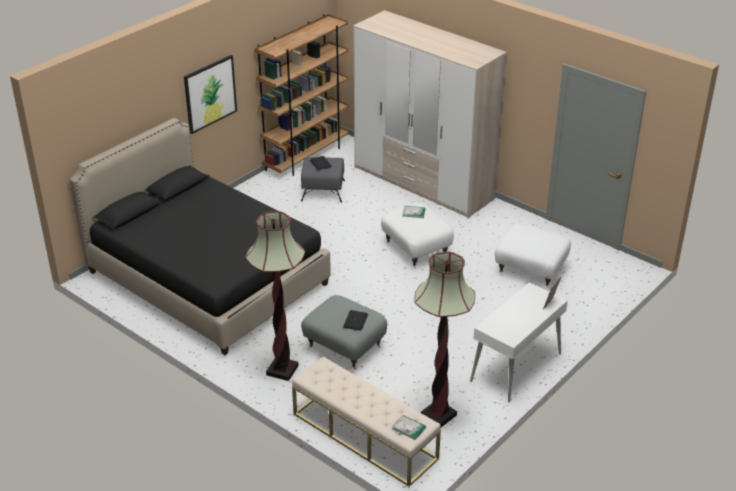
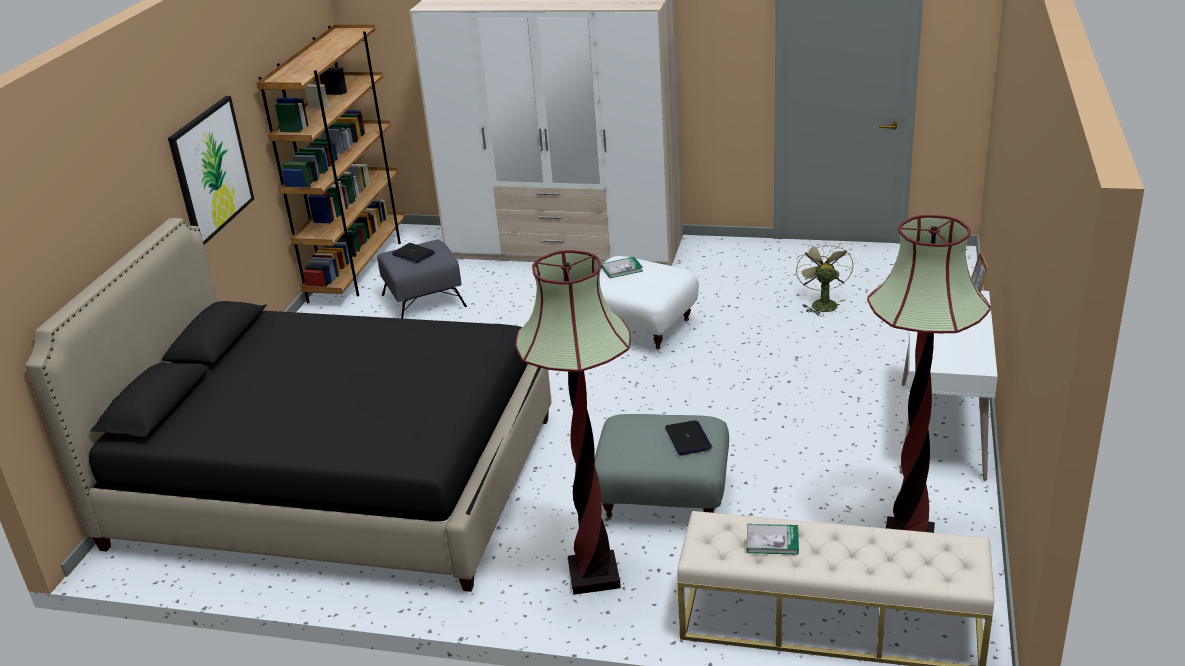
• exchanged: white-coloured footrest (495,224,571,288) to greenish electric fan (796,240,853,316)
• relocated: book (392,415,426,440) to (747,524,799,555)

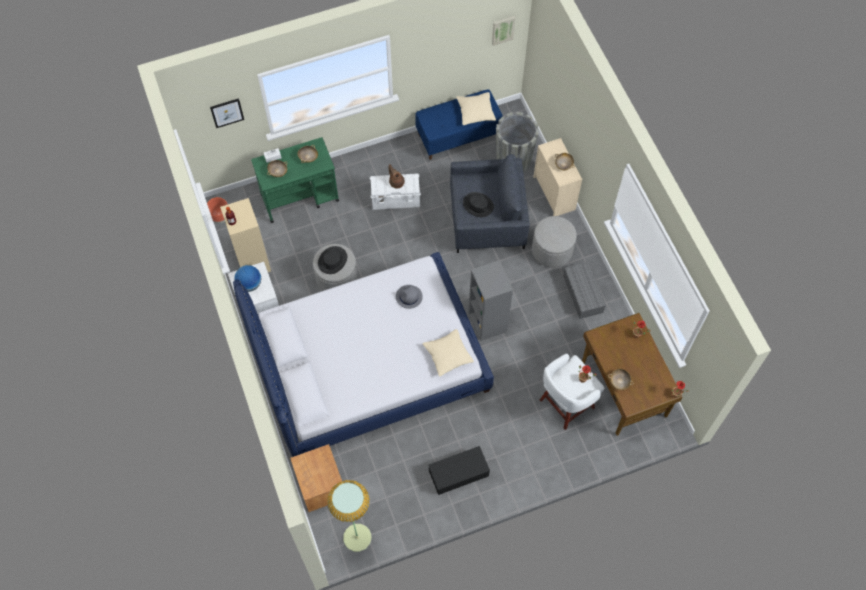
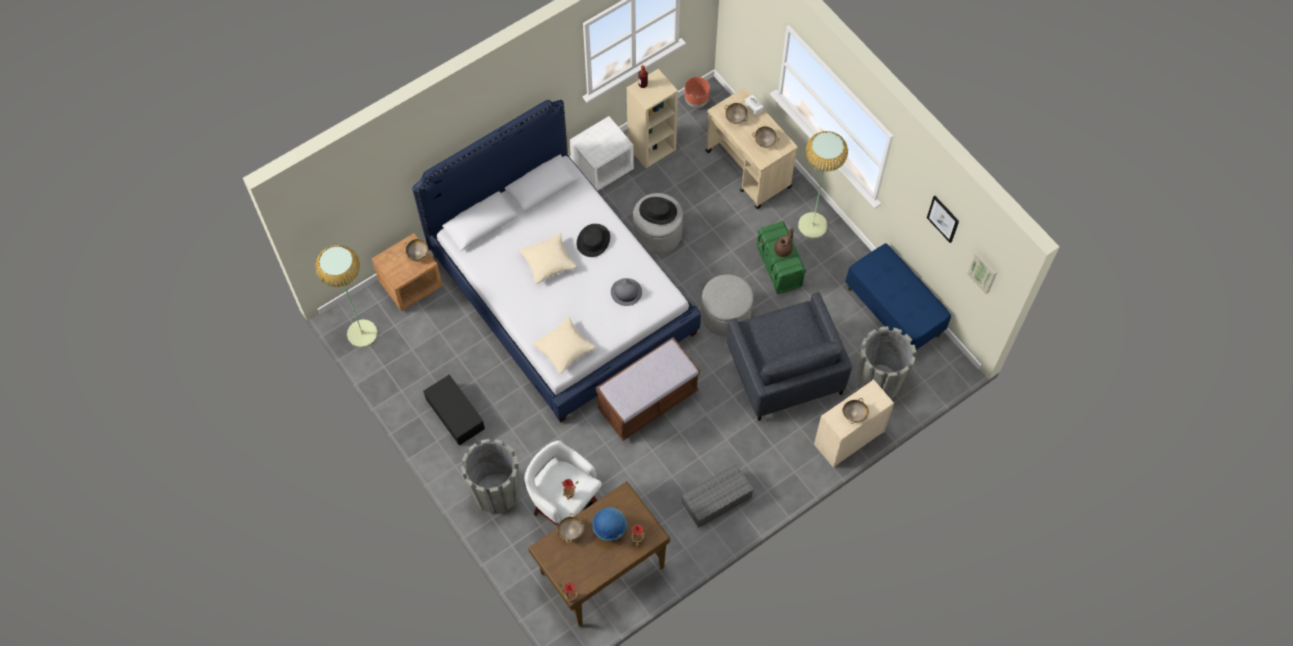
• relocated: sand-coloured throw pillow (456,92,496,125) to (519,233,577,284)
• relocated: wall art (210,98,244,128) to (927,196,959,243)
• colour: greenish trolley (251,137,339,223) to sand-coloured trolley (705,88,798,209)
• colour: white-coloured storage bin (370,173,421,210) to greenish storage bin (757,221,807,294)
• relocated: black-coloured clothing hat (463,192,494,217) to (577,224,610,257)
• relocated: grey footrest (532,216,577,268) to (701,274,753,336)
• exchanged: grey bookcase (468,260,513,341) to brownish long seat (596,337,700,441)
• relocated: desk globe (234,265,261,292) to (592,507,627,542)
• appeared: standing lamp (798,131,848,238)
• appeared: sand-coloured deep dish (405,239,429,261)
• appeared: grey flower pot (461,439,519,514)

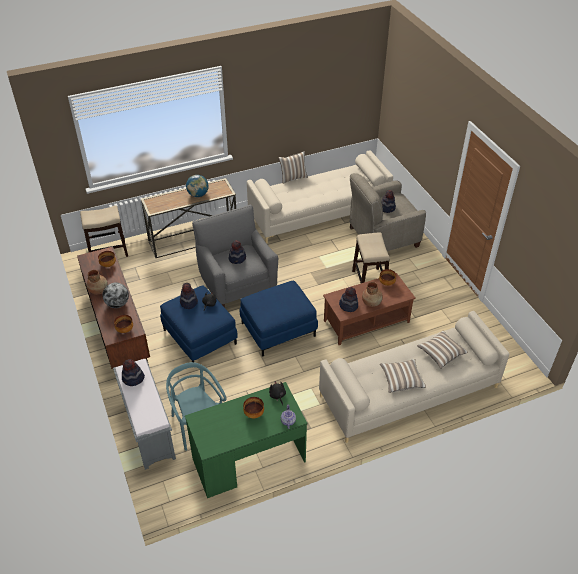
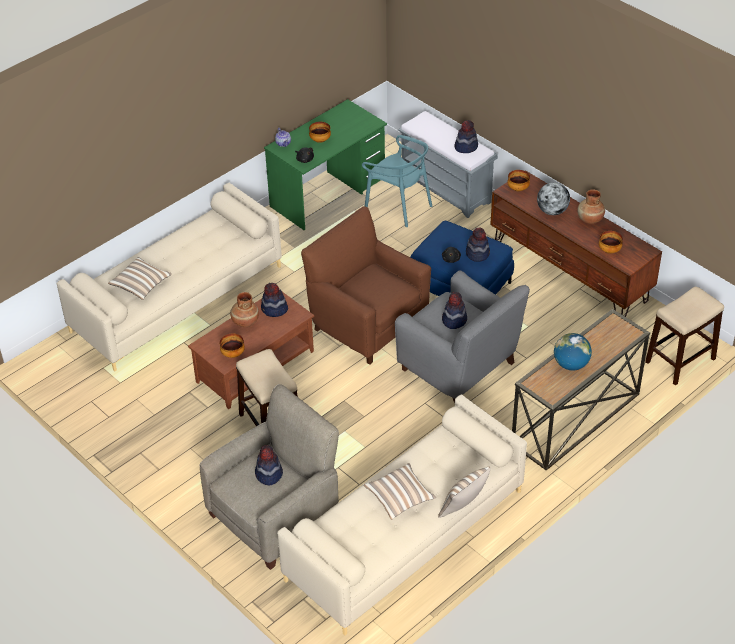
• exchanged: blue footrest (240,280,318,357) to brownish armchair (301,206,431,365)
• relocated: throw pillow (380,359,426,393) to (364,463,436,520)

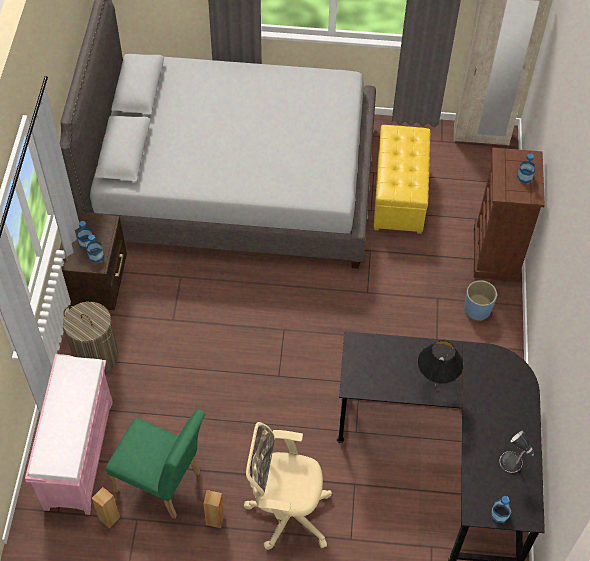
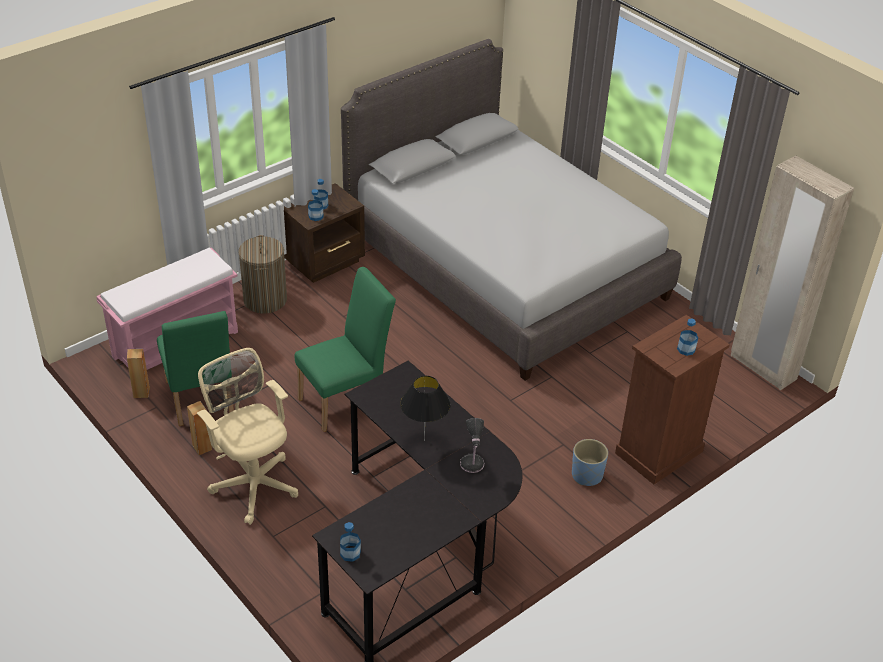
• missing: yellowish footrest (374,125,430,234)
• relocated: lamp for a table (499,431,534,473) to (460,418,484,473)
• appeared: greenish upright chair (295,267,396,432)

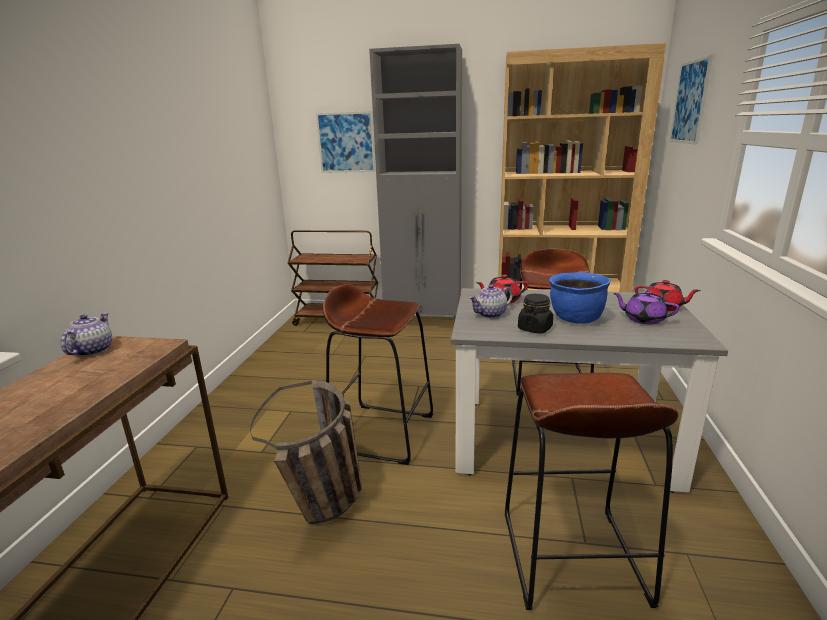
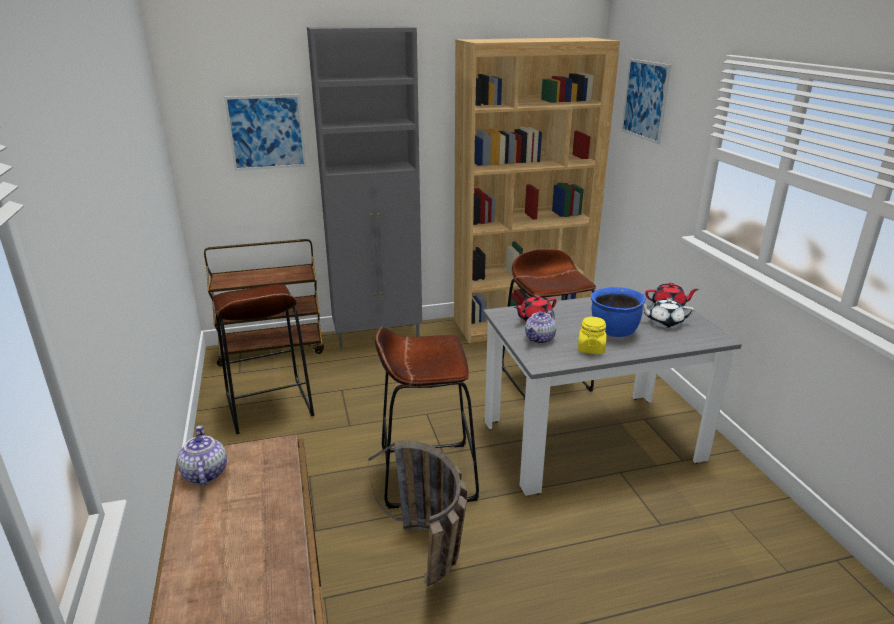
• colour: purplish pot for tea (613,291,680,324) to white-coloured pot for tea (643,298,694,328)
• colour: black-coloured storage jar (518,294,553,334) to yellowish storage jar (578,317,606,354)
• relocated: brownish sitting stool (505,373,678,610) to (213,284,314,434)

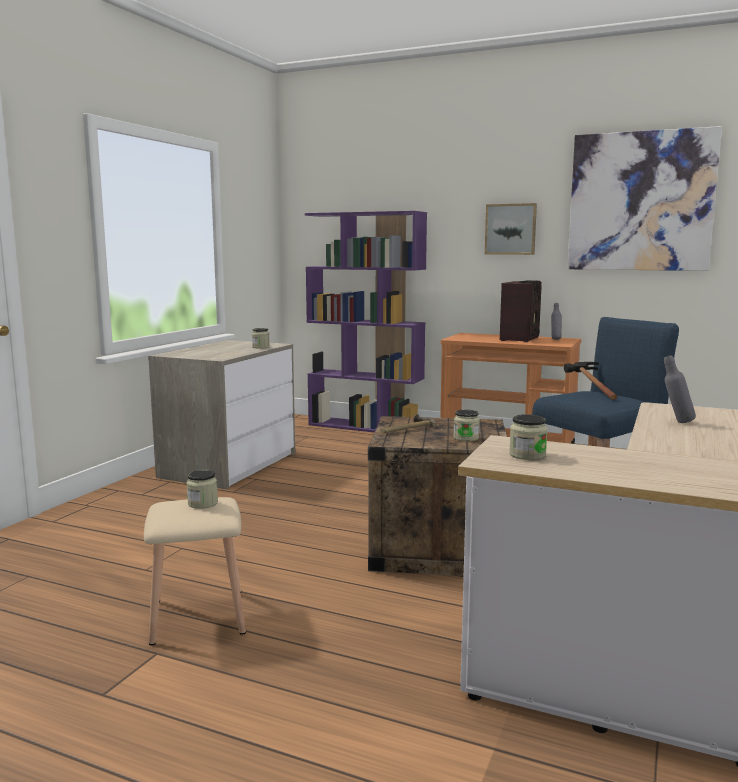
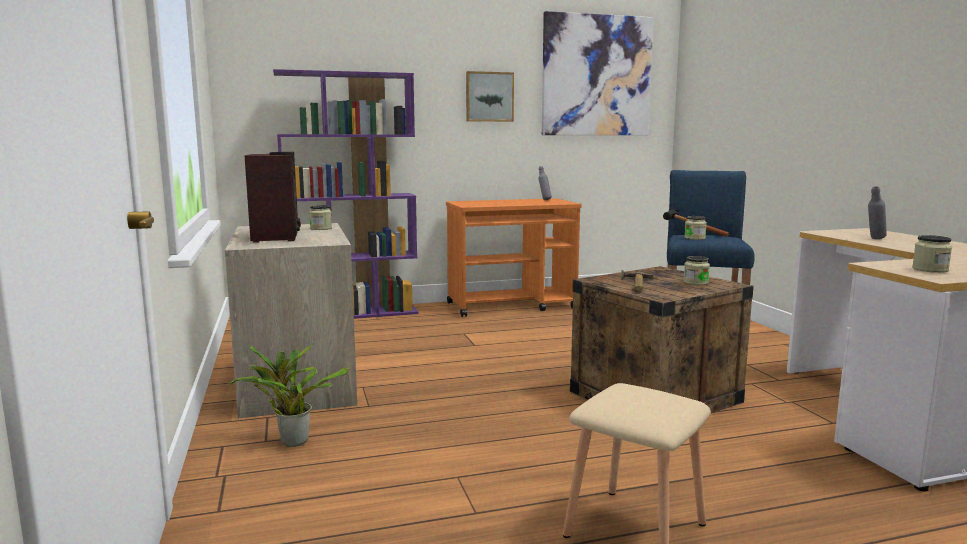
• relocated: radio receiver (500,280,542,342) to (245,152,301,243)
• relocated: storage jar (187,470,218,509) to (684,216,707,240)
• appeared: houseplant (229,344,349,447)

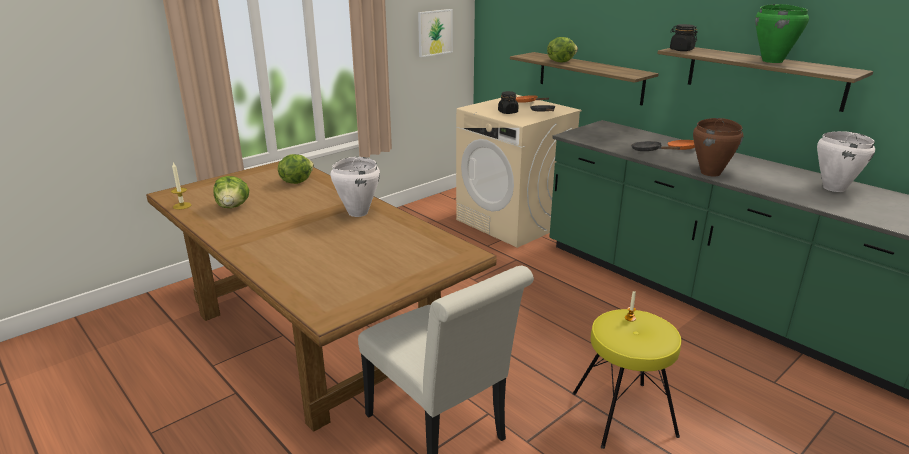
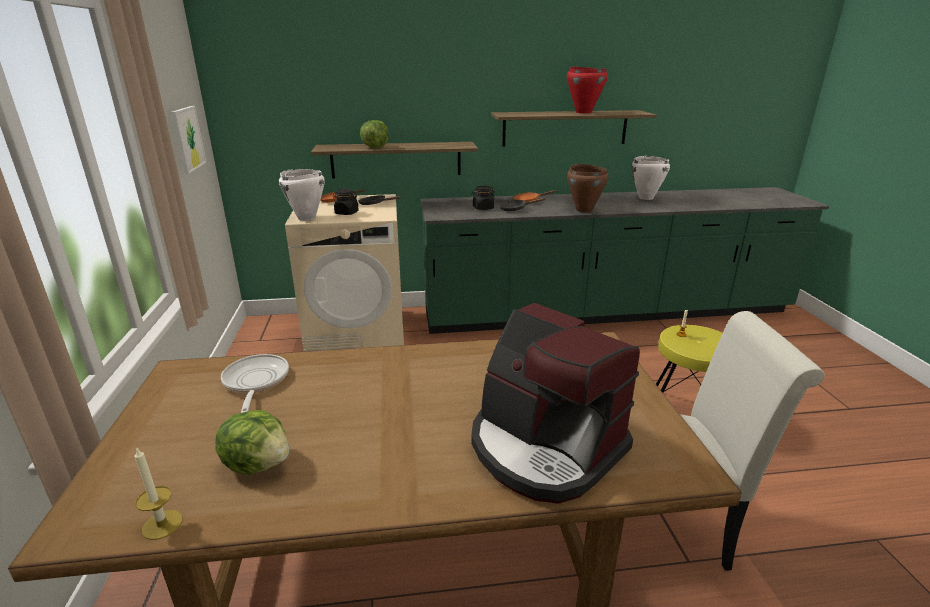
• colour: greenish cooking pot (755,4,809,63) to reddish cooking pot (567,66,608,114)
• relocated: black-coloured storage jar (670,24,698,51) to (471,186,495,210)
• exchanged: head of lettuce (278,154,314,184) to skillet (221,354,289,413)
• relocated: white-coloured cooking pot (331,157,380,217) to (279,169,325,221)
• appeared: coffee maker (471,303,640,504)

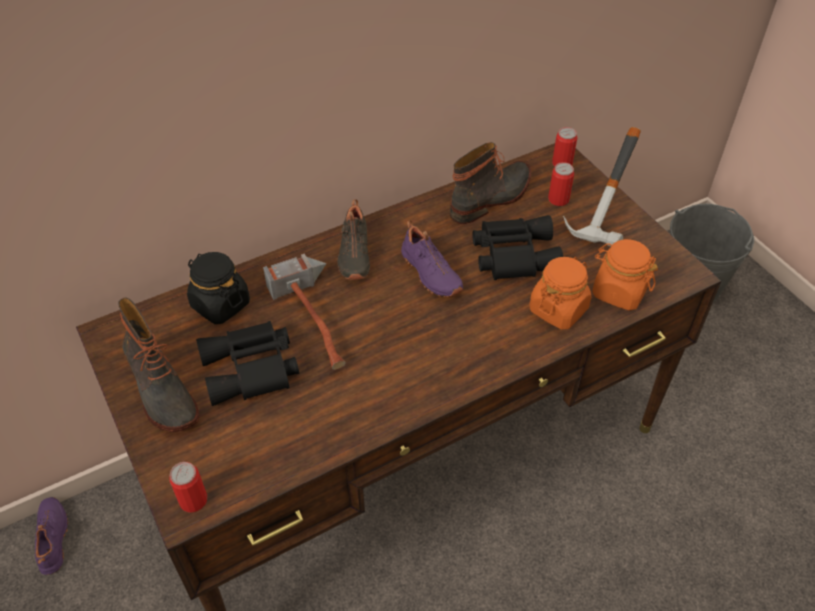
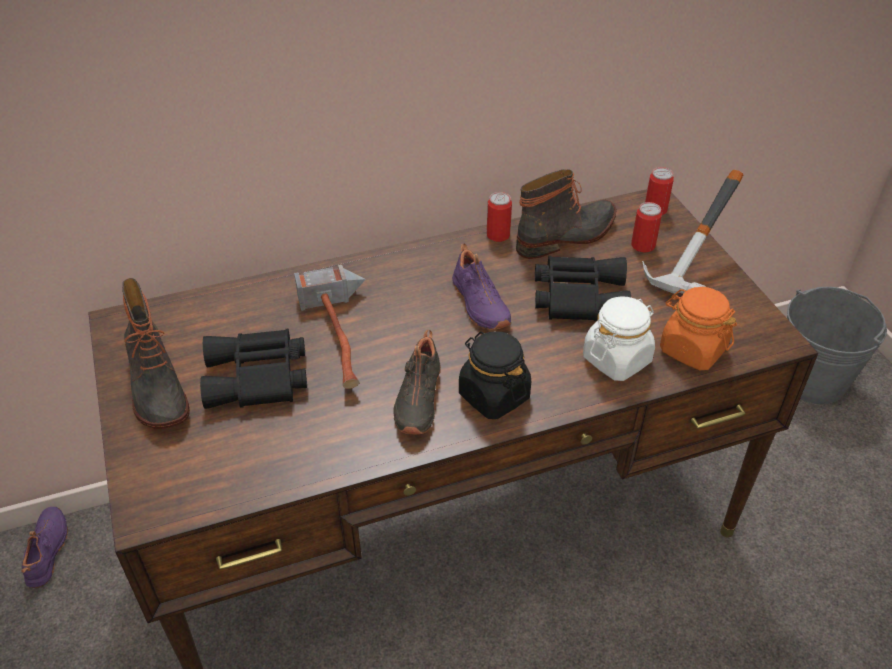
• relocated: black-coloured low shoe (337,199,370,280) to (394,330,441,435)
• relocated: black-coloured storage jar (187,252,250,324) to (459,331,531,419)
• colour: orange storage jar (529,257,591,329) to white-coloured storage jar (583,296,655,381)
• relocated: sealed can (169,462,207,513) to (487,192,512,242)

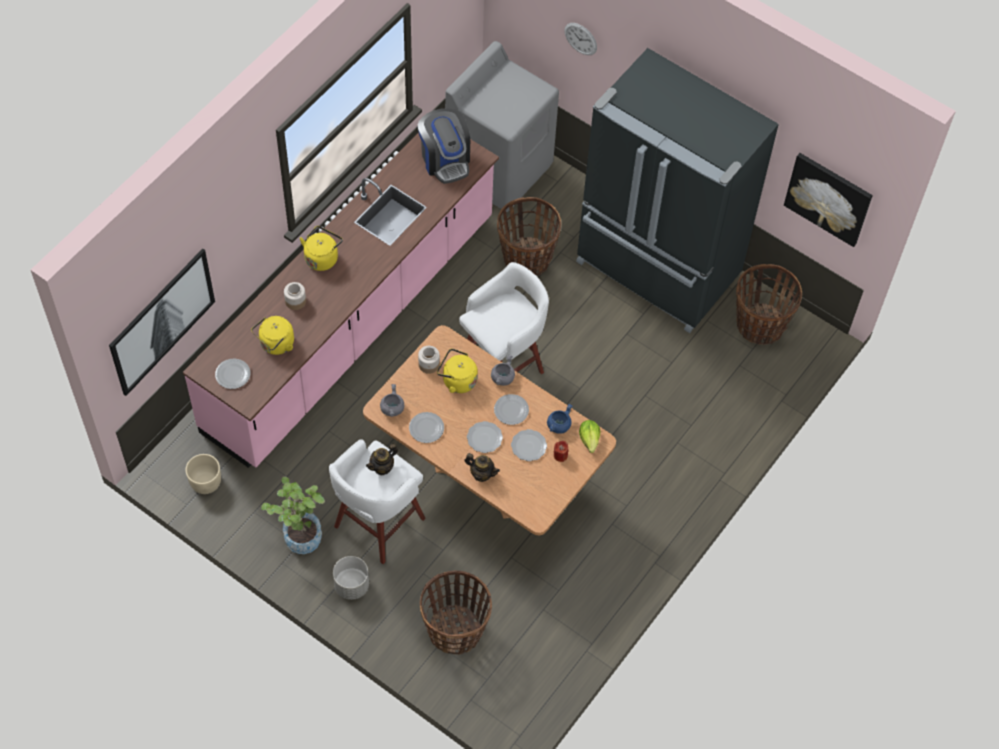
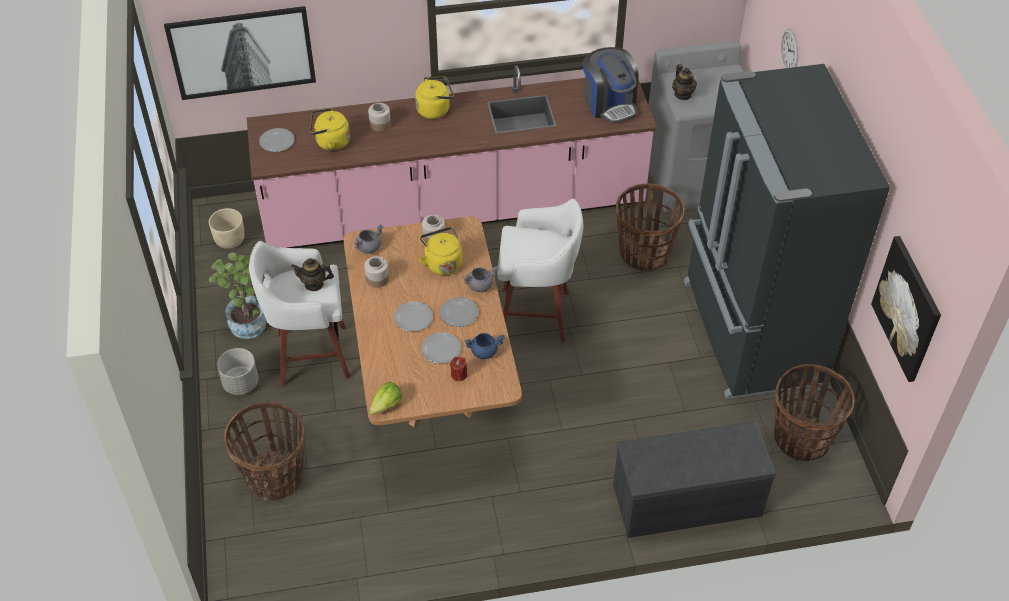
• spun: coffee maker (418,109,470,184) = (583,47,639,124) 45 degrees counterclockwise
• exchanged: flat dish (409,412,444,443) to storage jar (364,256,389,288)
• relocated: head of lettuce (579,420,600,453) to (369,382,402,415)
• relocated: pot for tea (464,453,500,482) to (672,64,697,100)
• appeared: grey long seat (613,421,776,538)

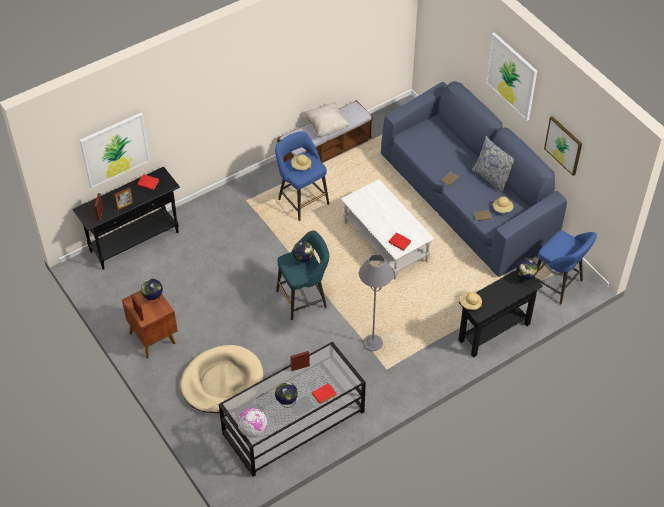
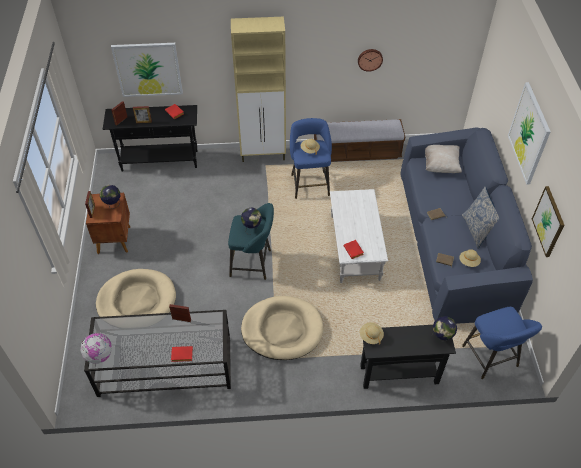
• relocated: sand-coloured throw pillow (303,102,350,137) to (425,145,462,173)
• exchanged: grey standing lamp (359,254,394,351) to sand-coloured pet bed (241,296,324,360)
• missing: desk globe (275,382,298,408)
• appeared: sand-coloured cabinet (231,17,286,162)
• appeared: wall clock (358,49,383,72)

